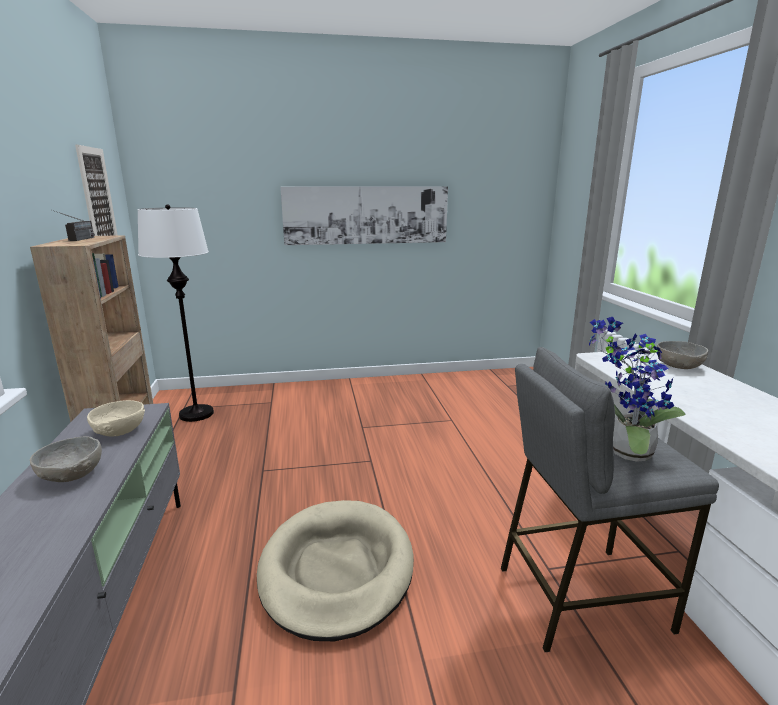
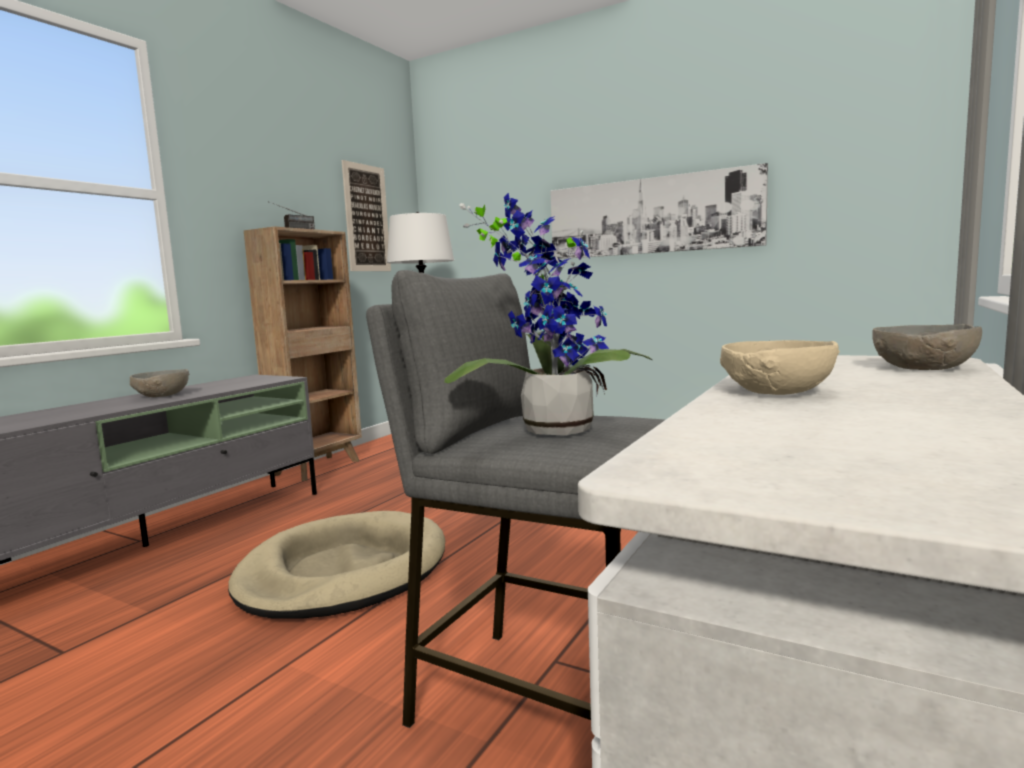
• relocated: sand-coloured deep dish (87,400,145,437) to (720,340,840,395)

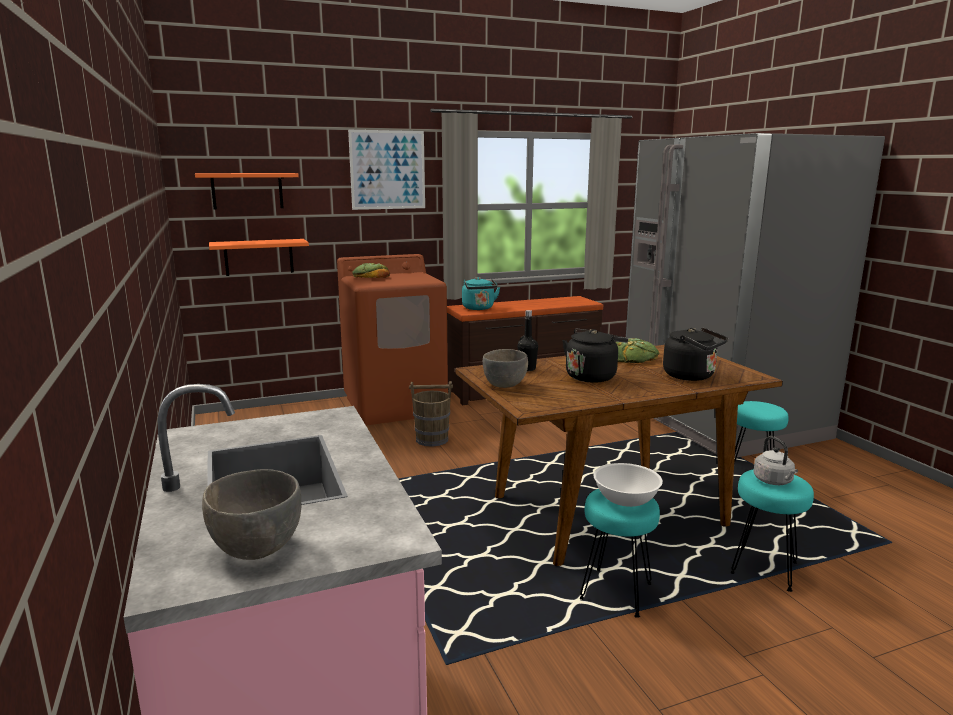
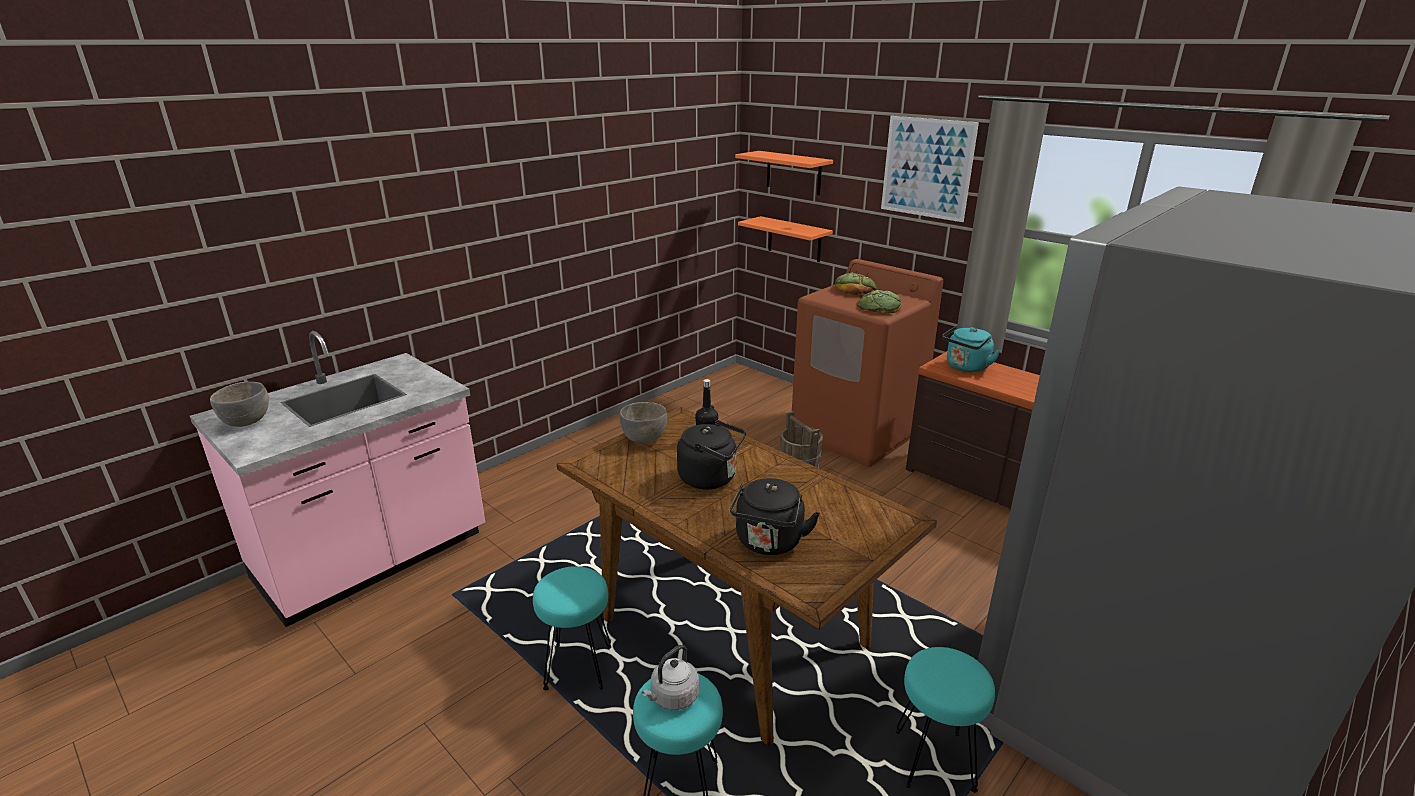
• relocated: bread (616,338,660,363) to (857,290,902,313)
• missing: white-coloured deep dish (593,463,663,507)

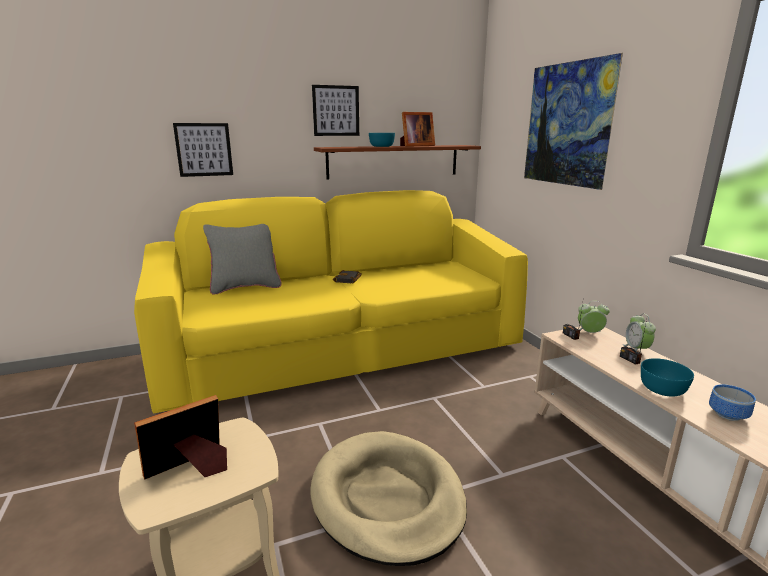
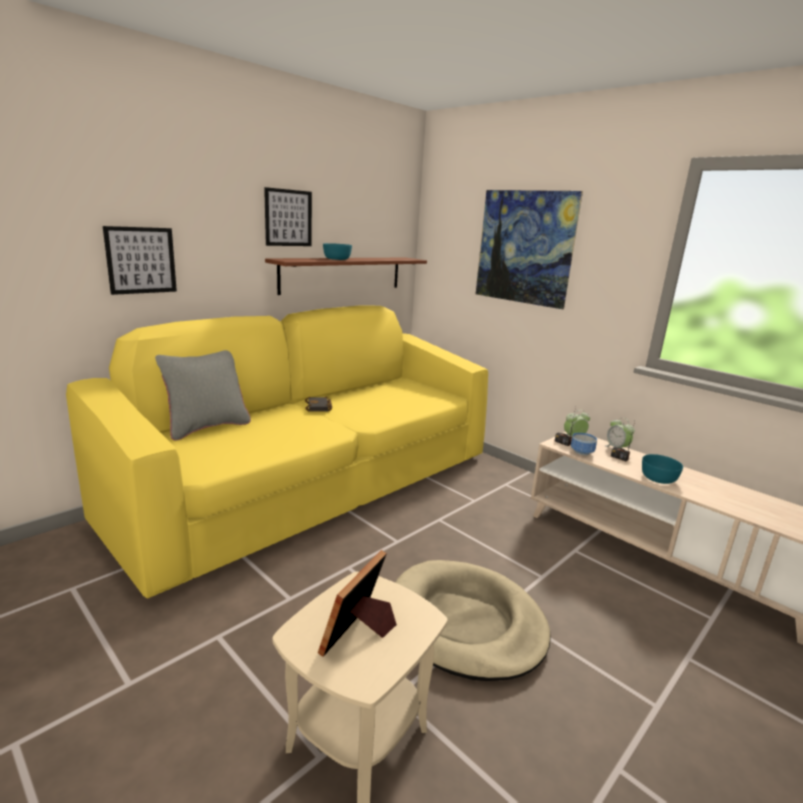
• missing: picture frame (400,112,435,147)
• relocated: deep dish (709,384,756,421) to (571,433,597,455)

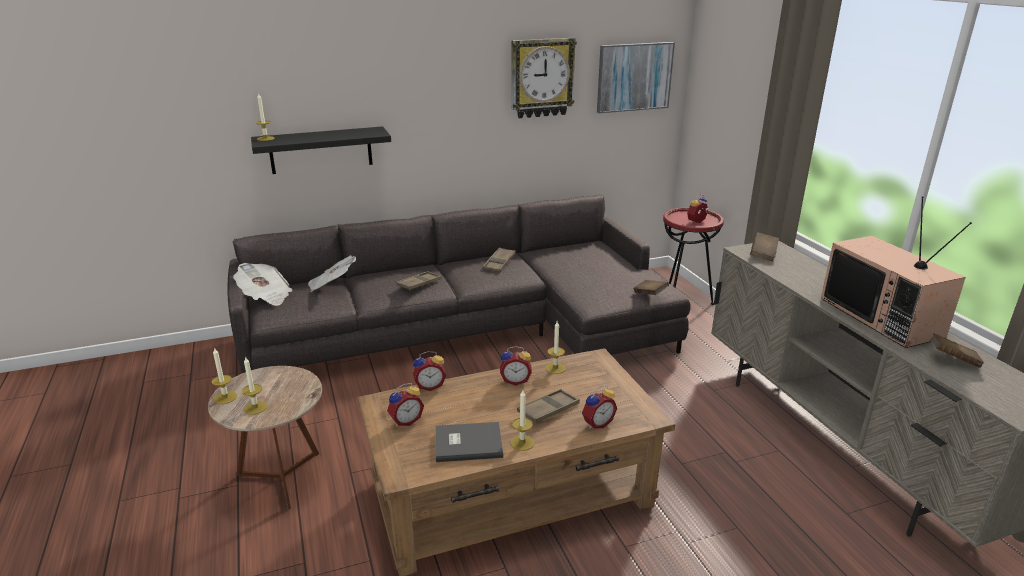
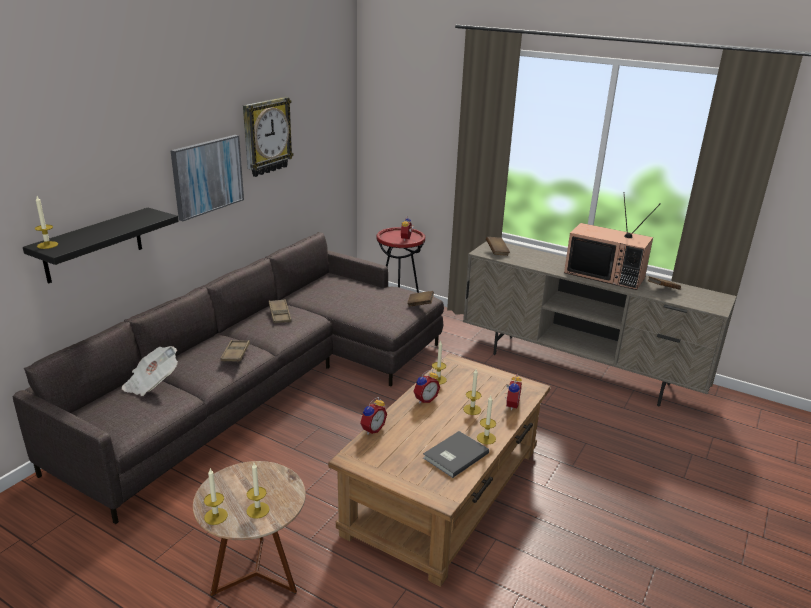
• relocated: wall art (597,42,675,113) to (170,135,244,221)
• missing: newspaper (233,263,293,306)
• missing: bedside clock (387,383,424,426)
• exchanged: brownish serving tray (517,389,580,423) to wax candle (463,369,481,415)

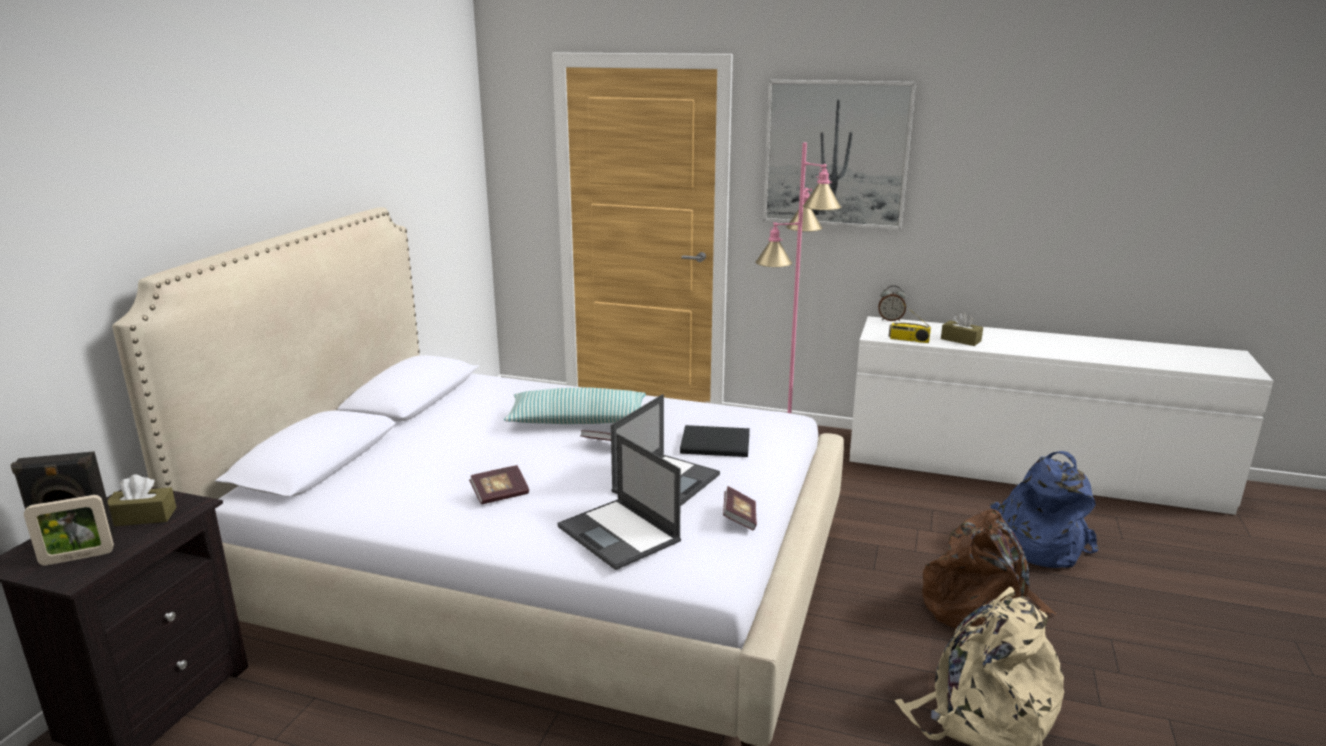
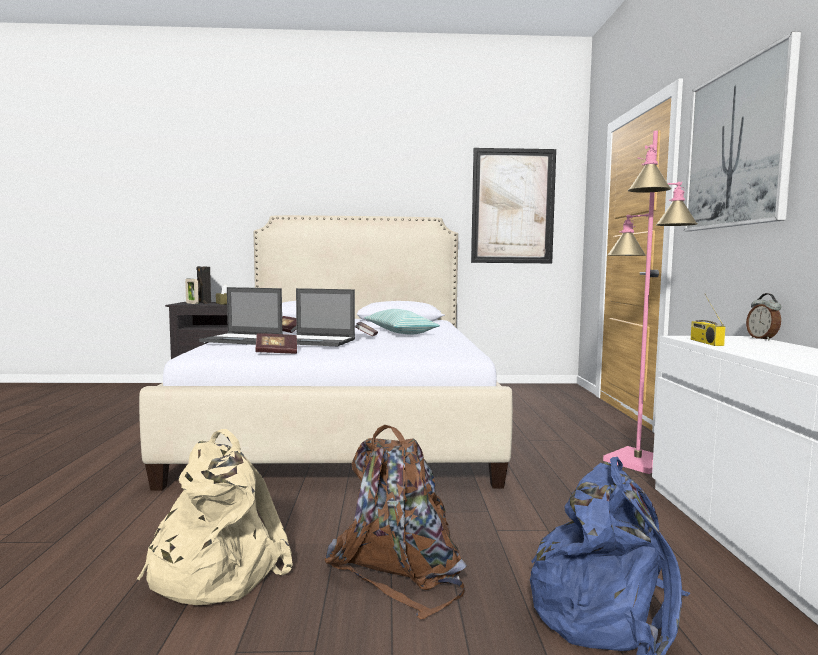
• missing: brownish box of tissues (941,312,983,346)
• missing: black-coloured book (680,425,750,457)
• spun: laptop (557,434,681,570) = (199,287,282,345) 105 degrees counterclockwise
• appeared: wall art (471,148,556,263)

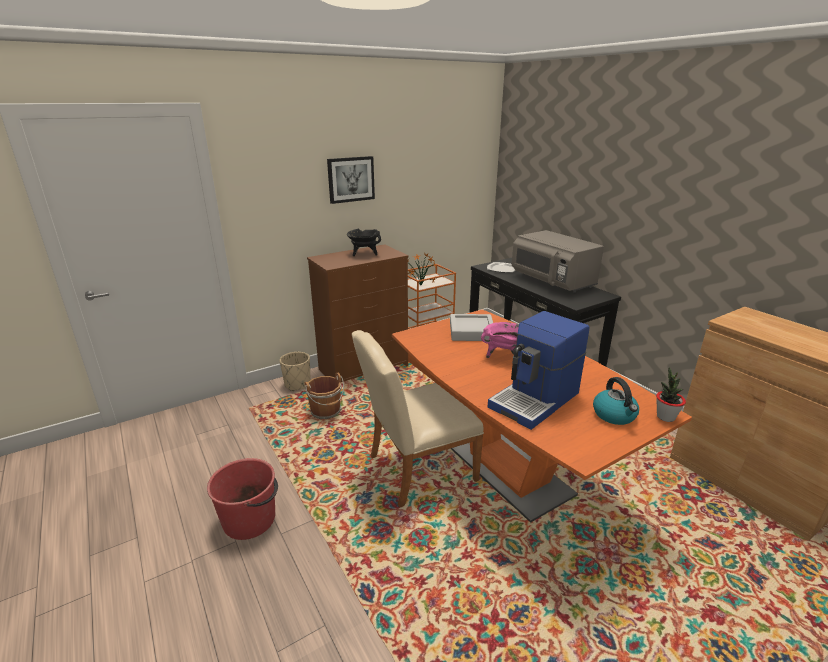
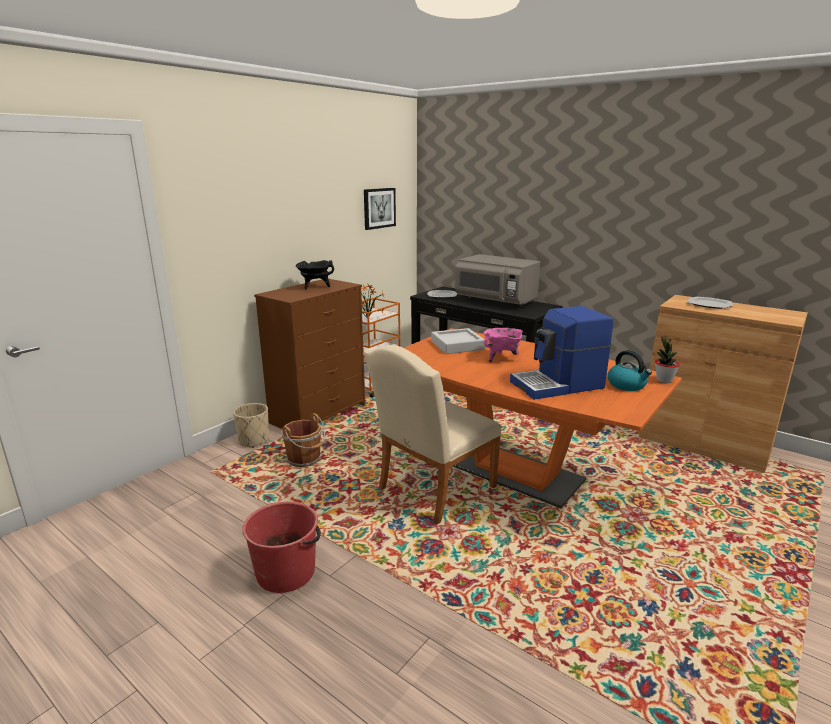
• relocated: wall art (327,156,375,204) to (364,188,396,230)
• spun: coffee maker (488,311,589,430) = (510,306,613,400) 45 degrees clockwise
• appeared: flat dish (688,297,733,309)

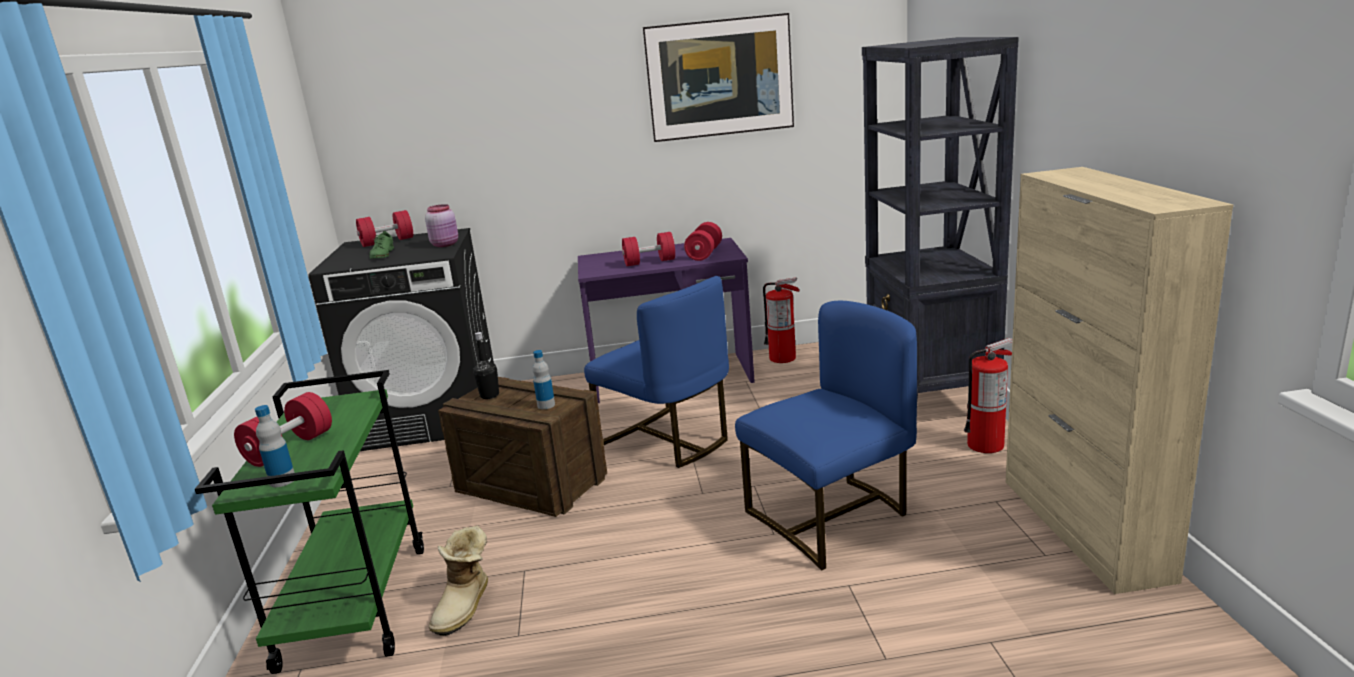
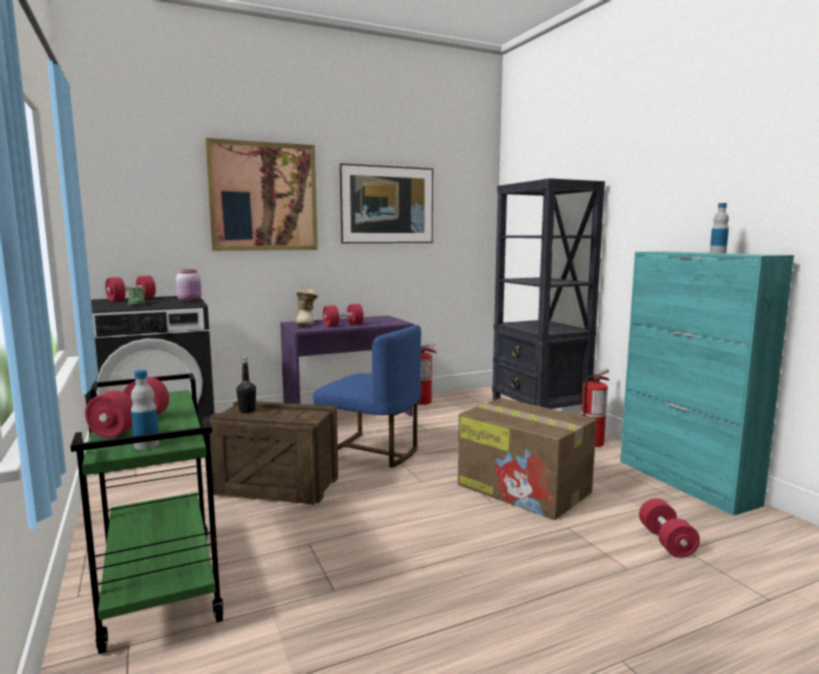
• colour: sand-coloured cabinet (1006,167,1233,594) to turquoise cabinet (620,251,794,516)
• relocated: reddish free weight (684,222,722,261) to (639,498,700,558)
• exchanged: blue upright chair (735,301,917,570) to packing box (458,398,596,520)
• relocated: beverage bottle (532,350,555,409) to (710,203,729,254)
• relocated: tall boot (428,526,488,636) to (295,289,318,327)
• appeared: wall art (205,138,318,251)

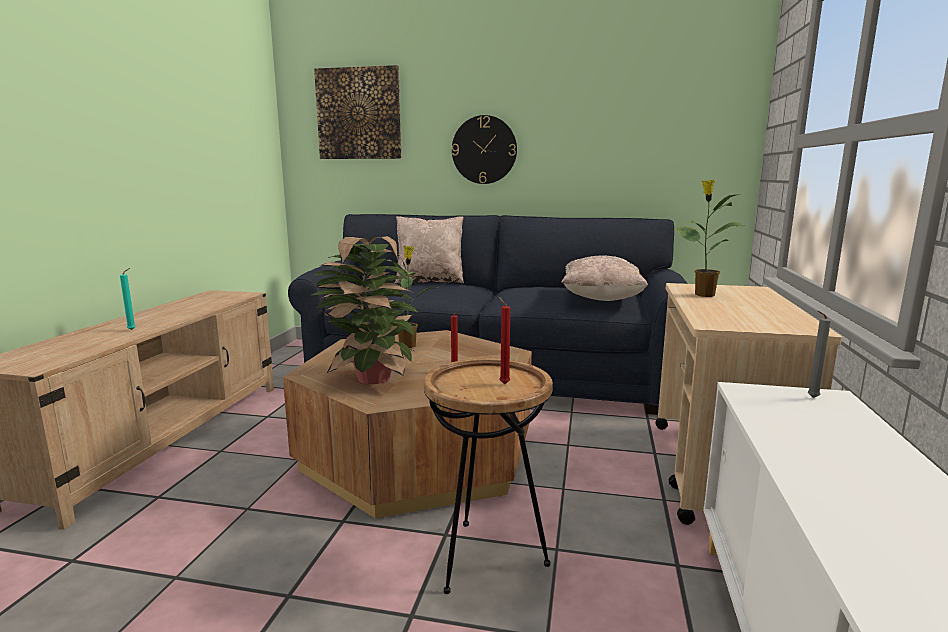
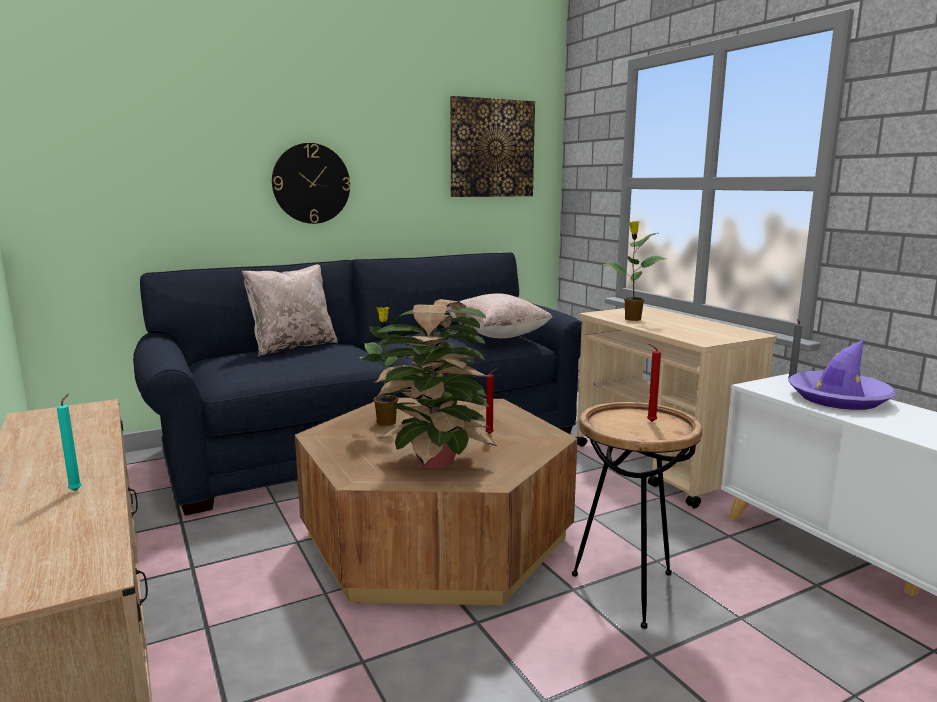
• relocated: wall art (314,65,401,159) to (450,96,535,197)
• appeared: purplish clothing hat (788,339,897,410)

